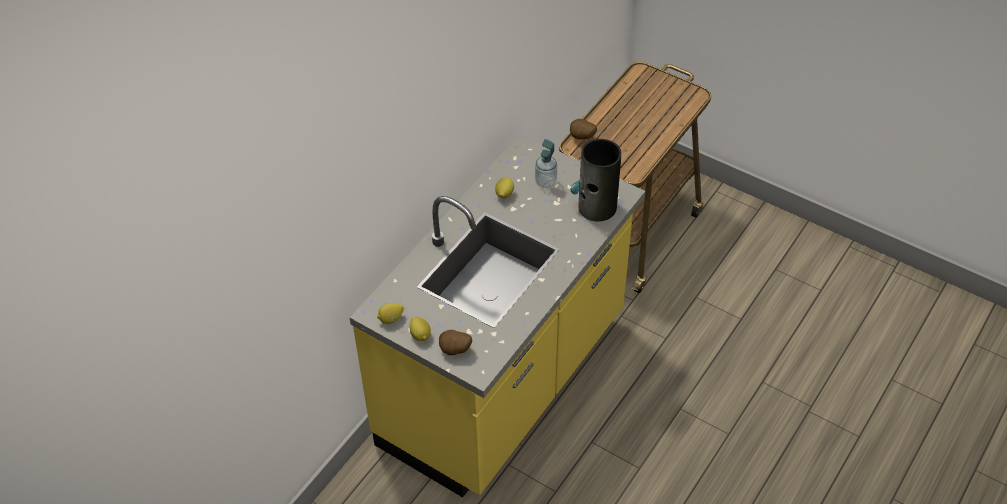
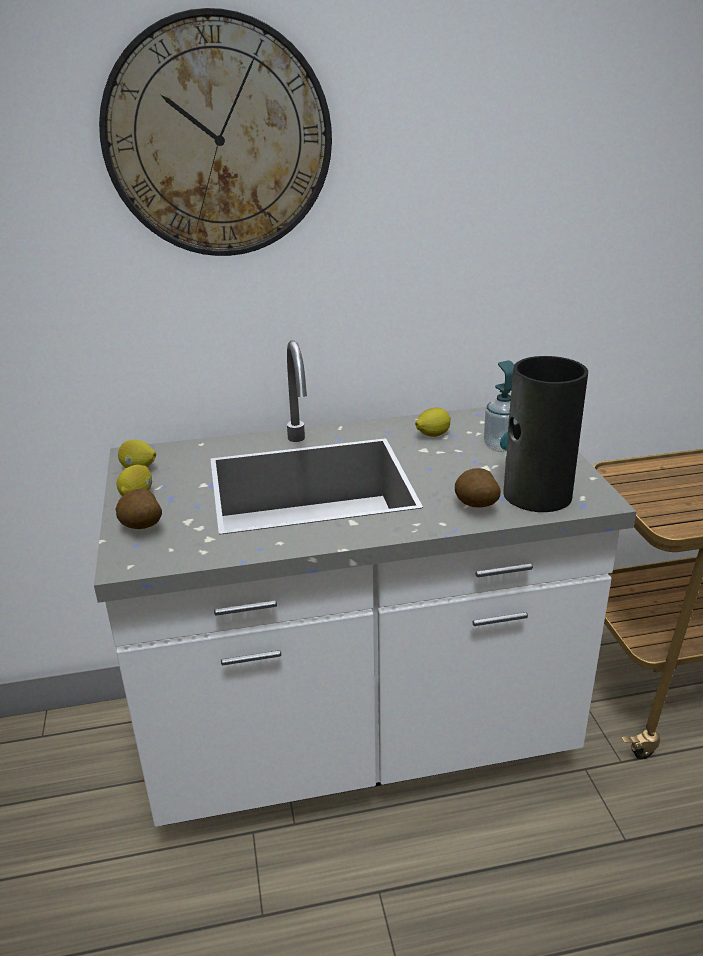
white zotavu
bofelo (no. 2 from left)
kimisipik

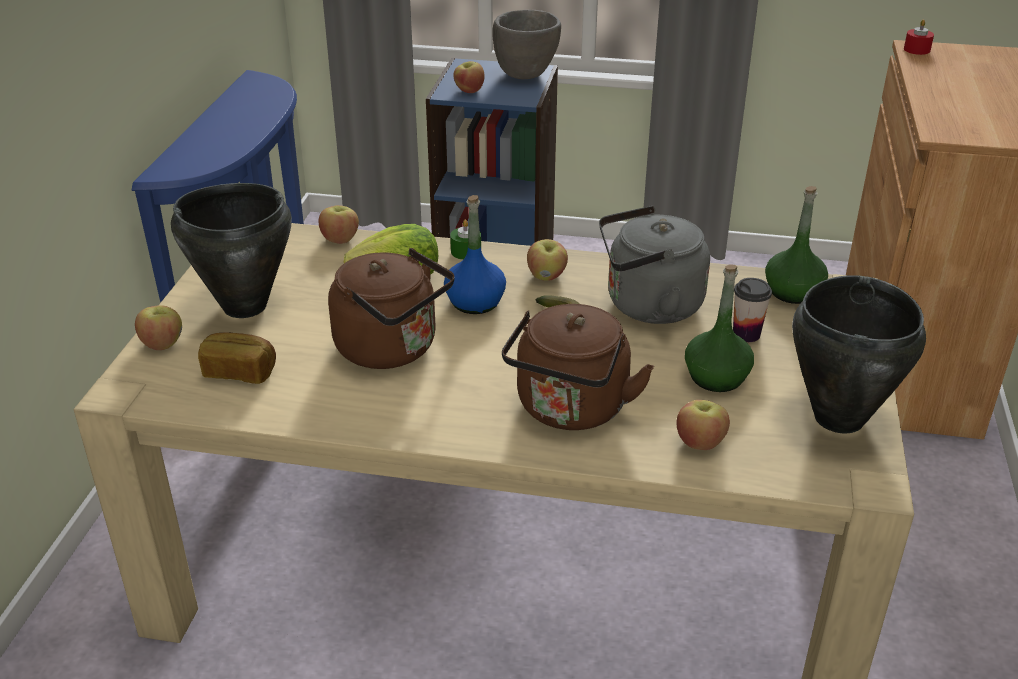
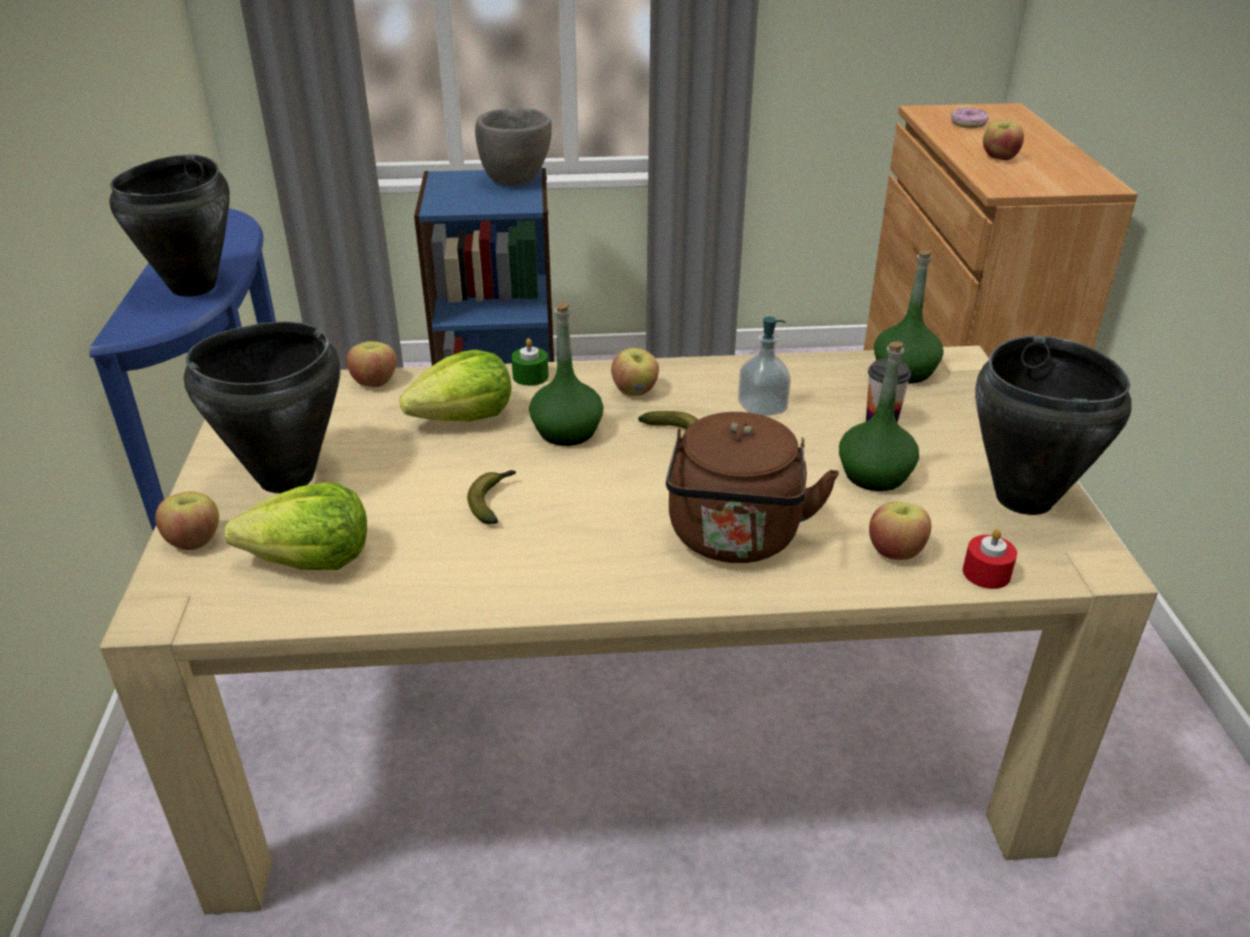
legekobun (no. 1 from left)
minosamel (no. 1 from left)
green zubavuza (no. 1 from left)
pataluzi (no. 5 from left)
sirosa
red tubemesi
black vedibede (no. 1 from left)
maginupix

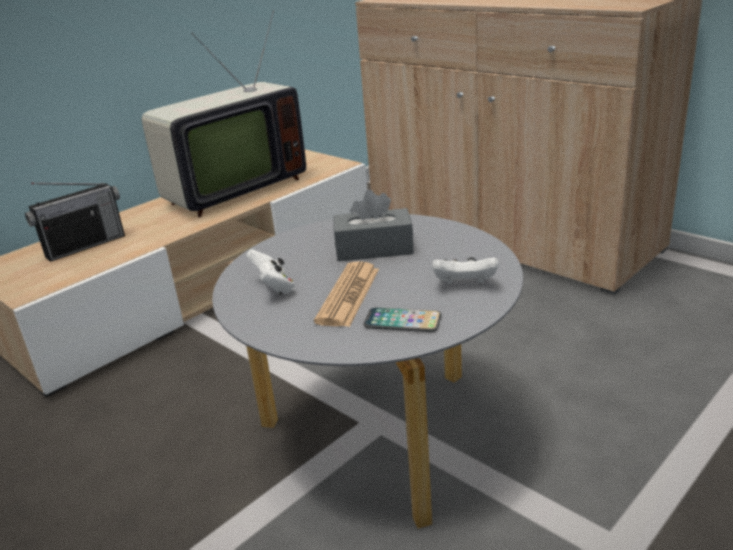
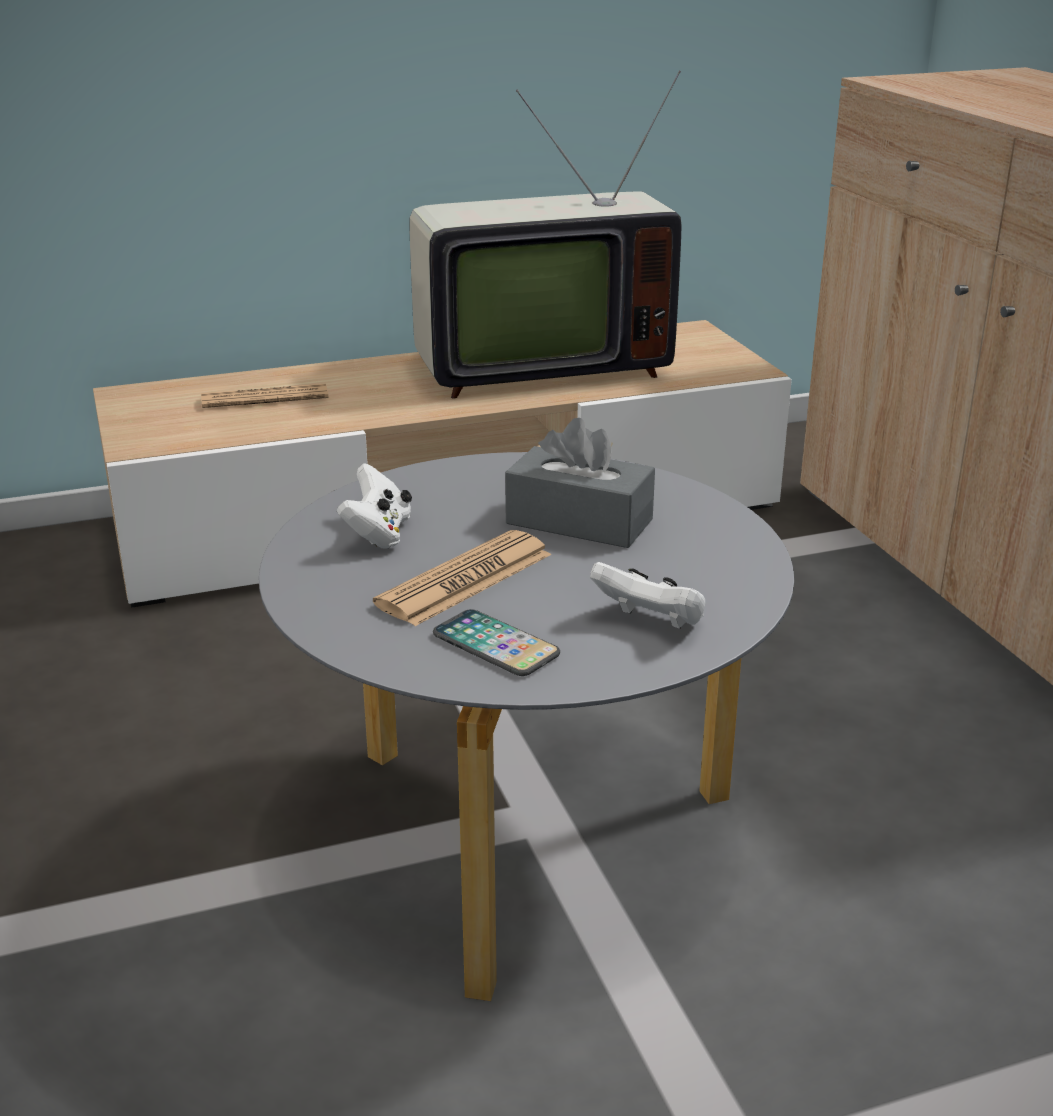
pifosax (no. 1 from left)

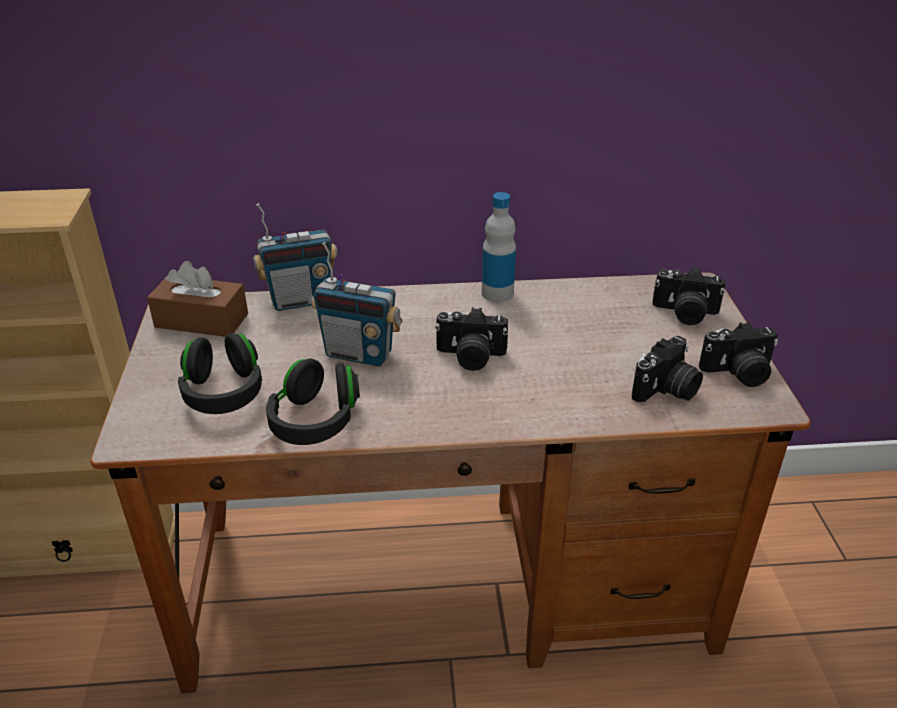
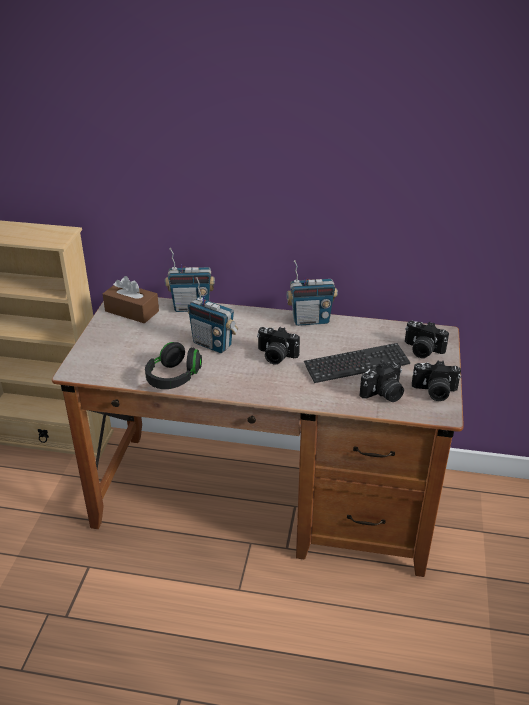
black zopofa (no. 1 from left in the first image)
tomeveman (no. 3 from left)
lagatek

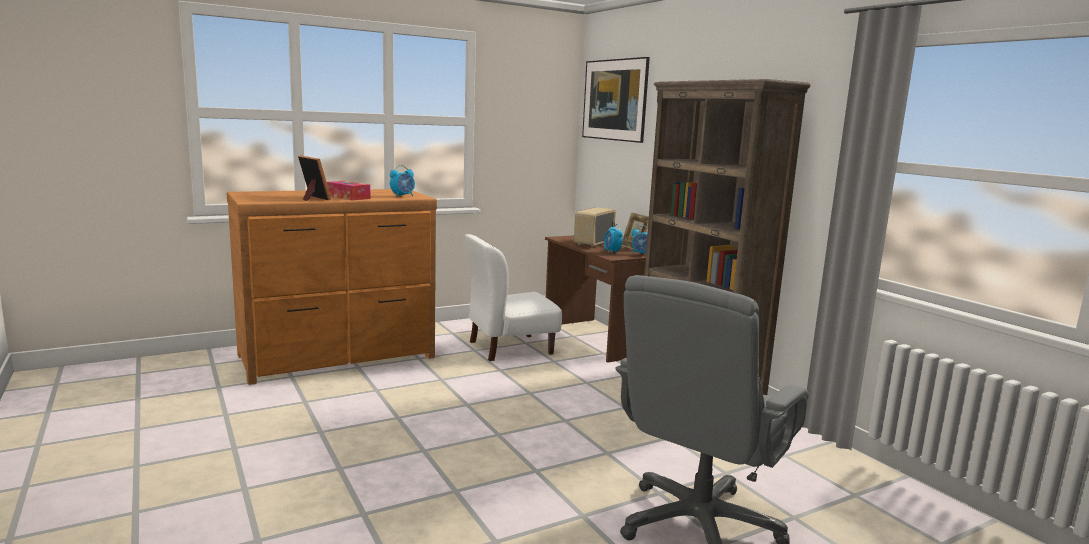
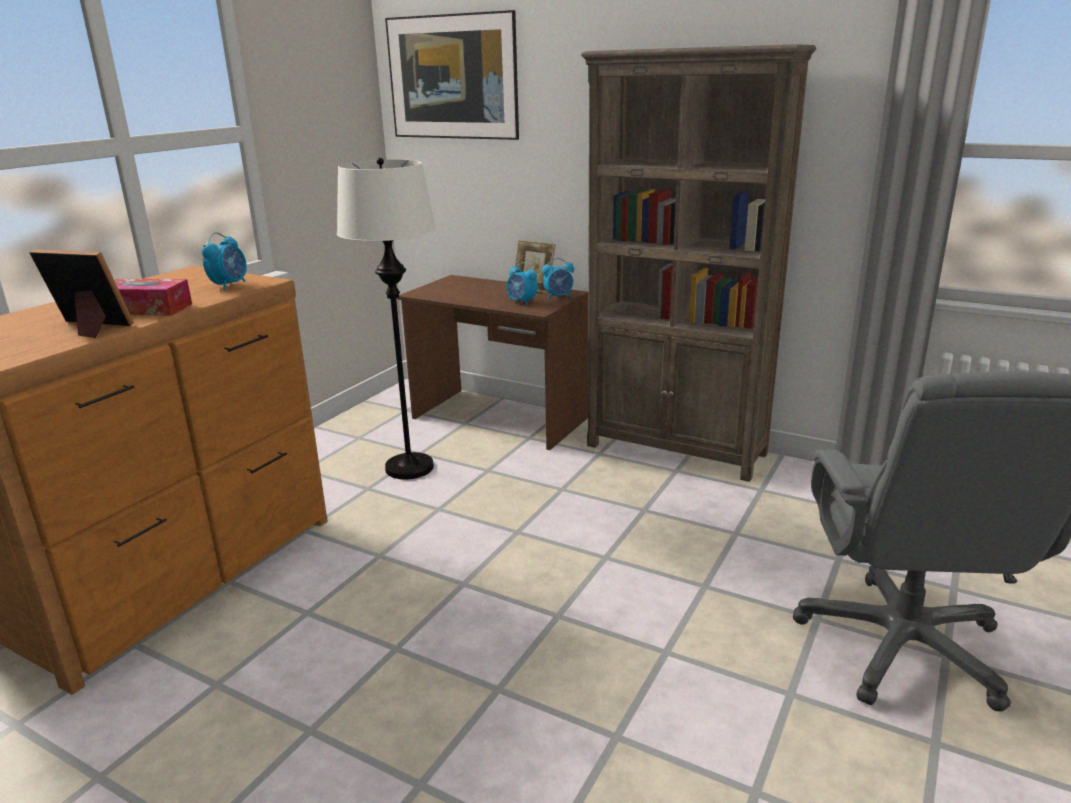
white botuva
tomeveman

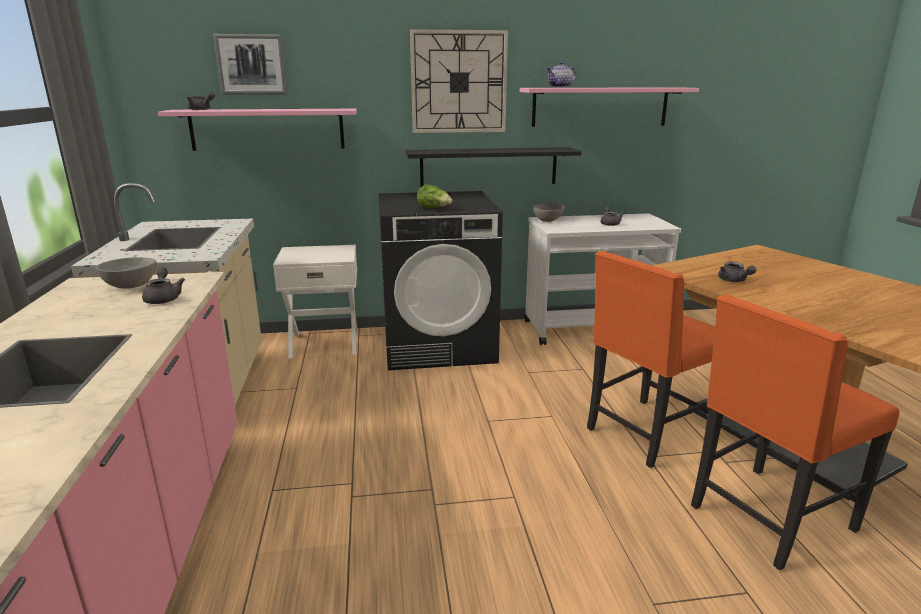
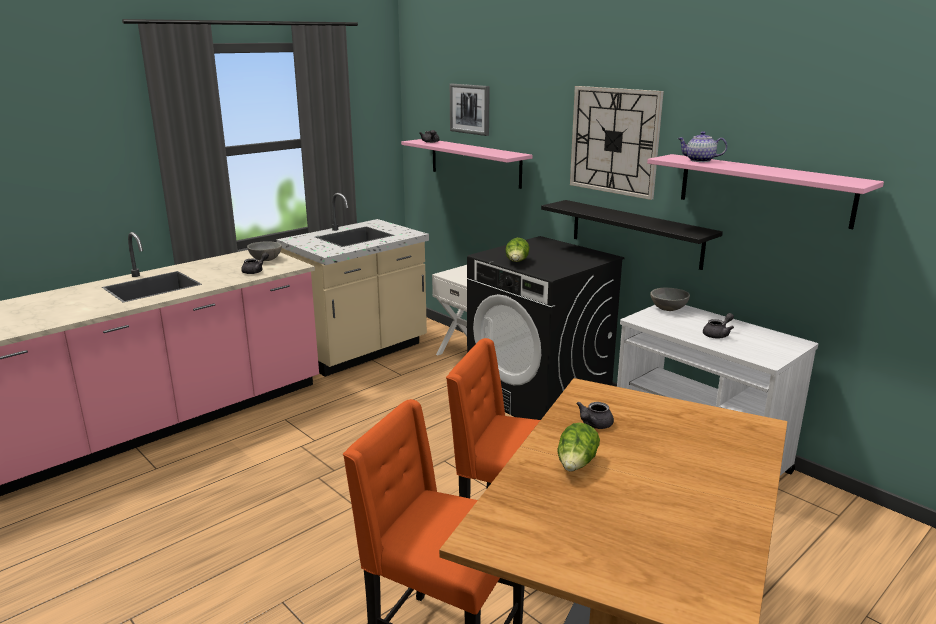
legekobun (no. 2 from left)

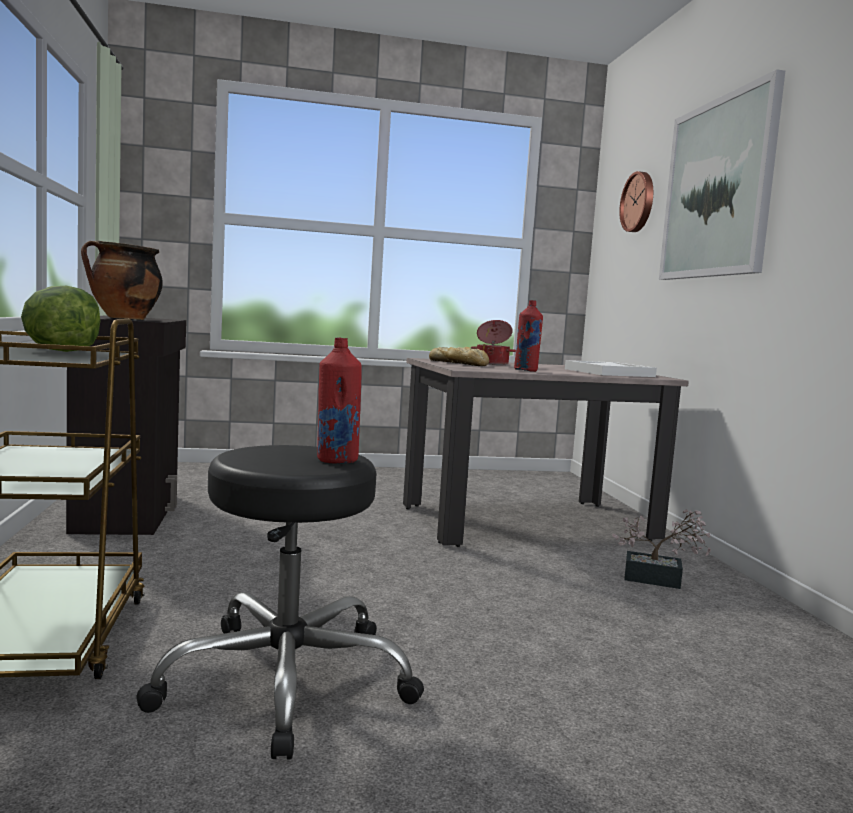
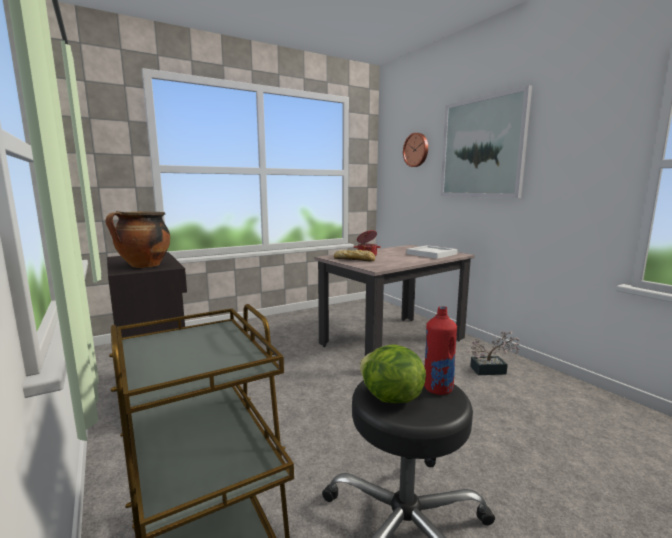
legekobun
red zubavuza (no. 2 from left in the first image)

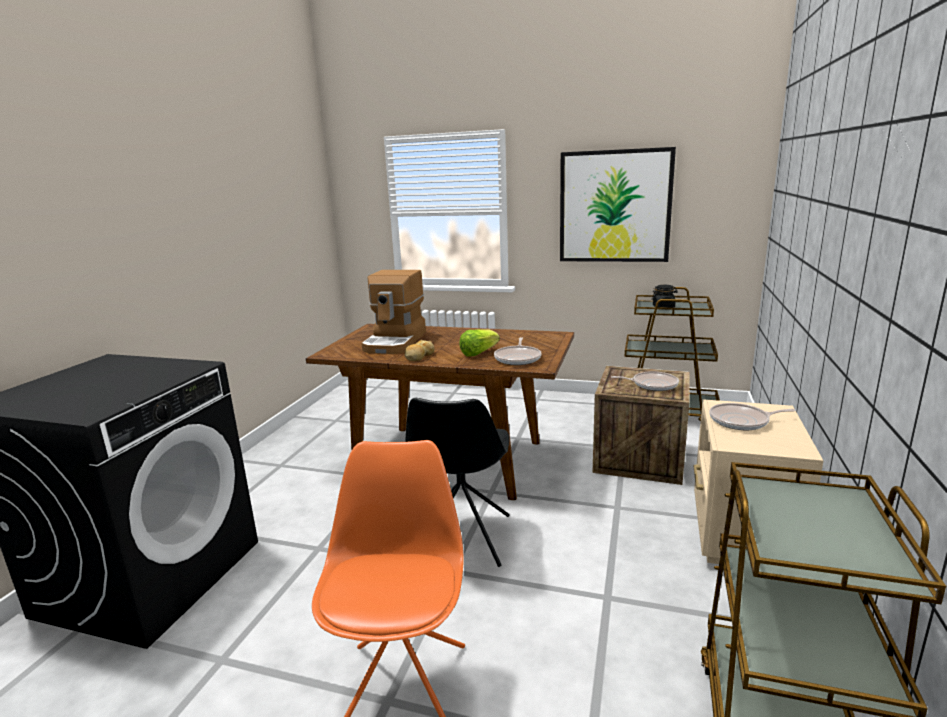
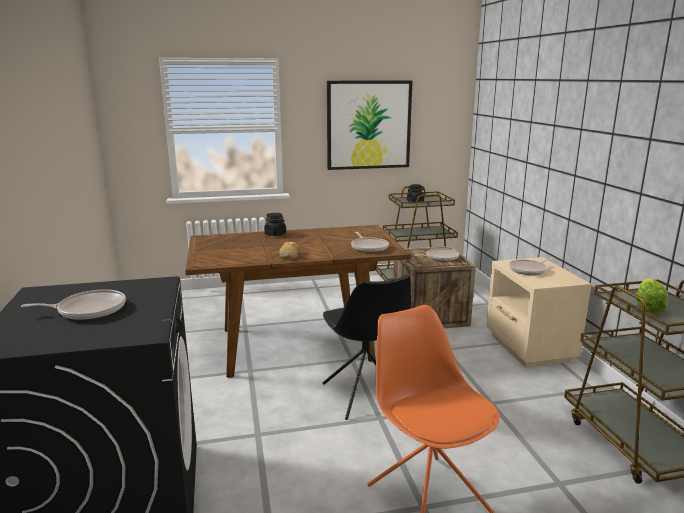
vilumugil
legekobun
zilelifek (no. 1 from left)
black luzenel (no. 1 from left)

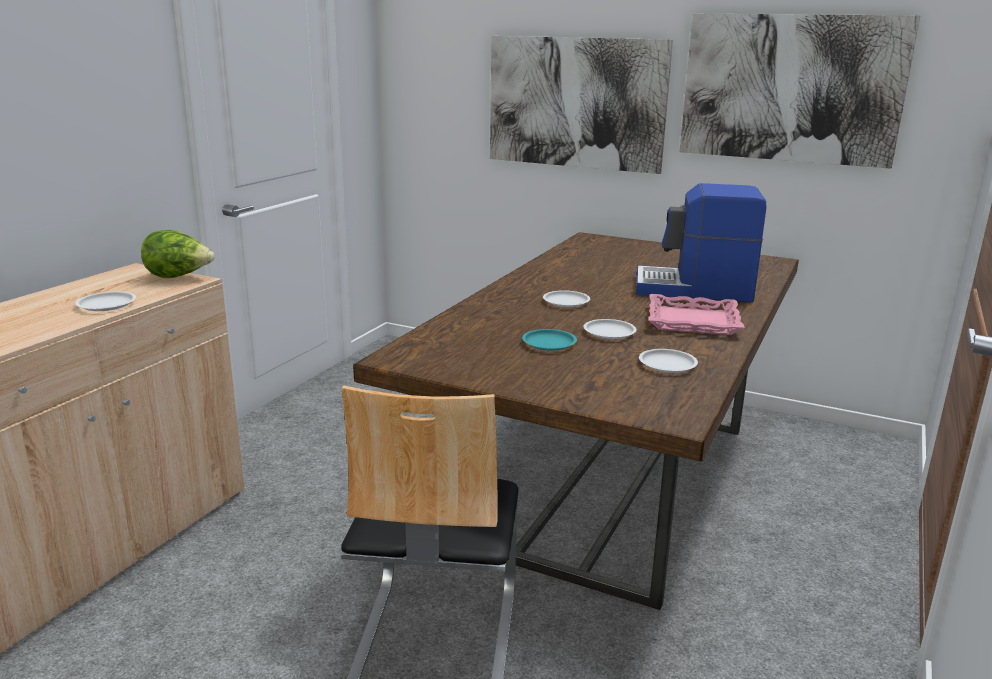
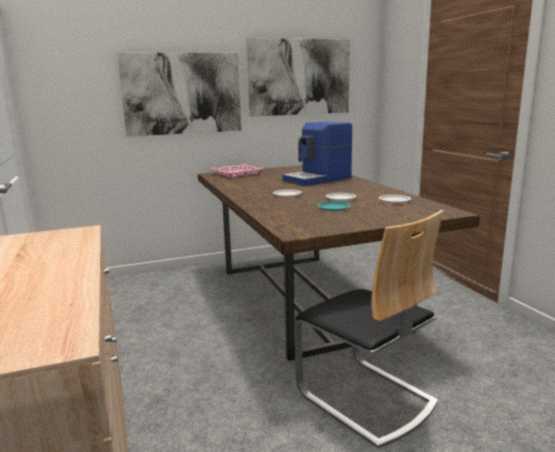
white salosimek (no. 1 from left in the first image)
legekobun
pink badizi

